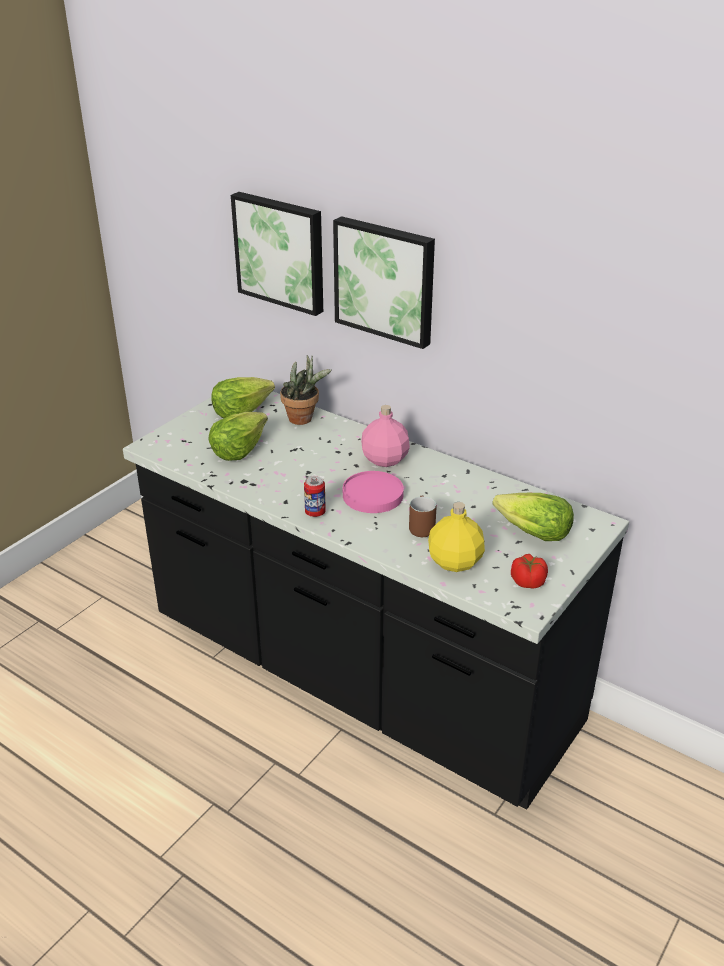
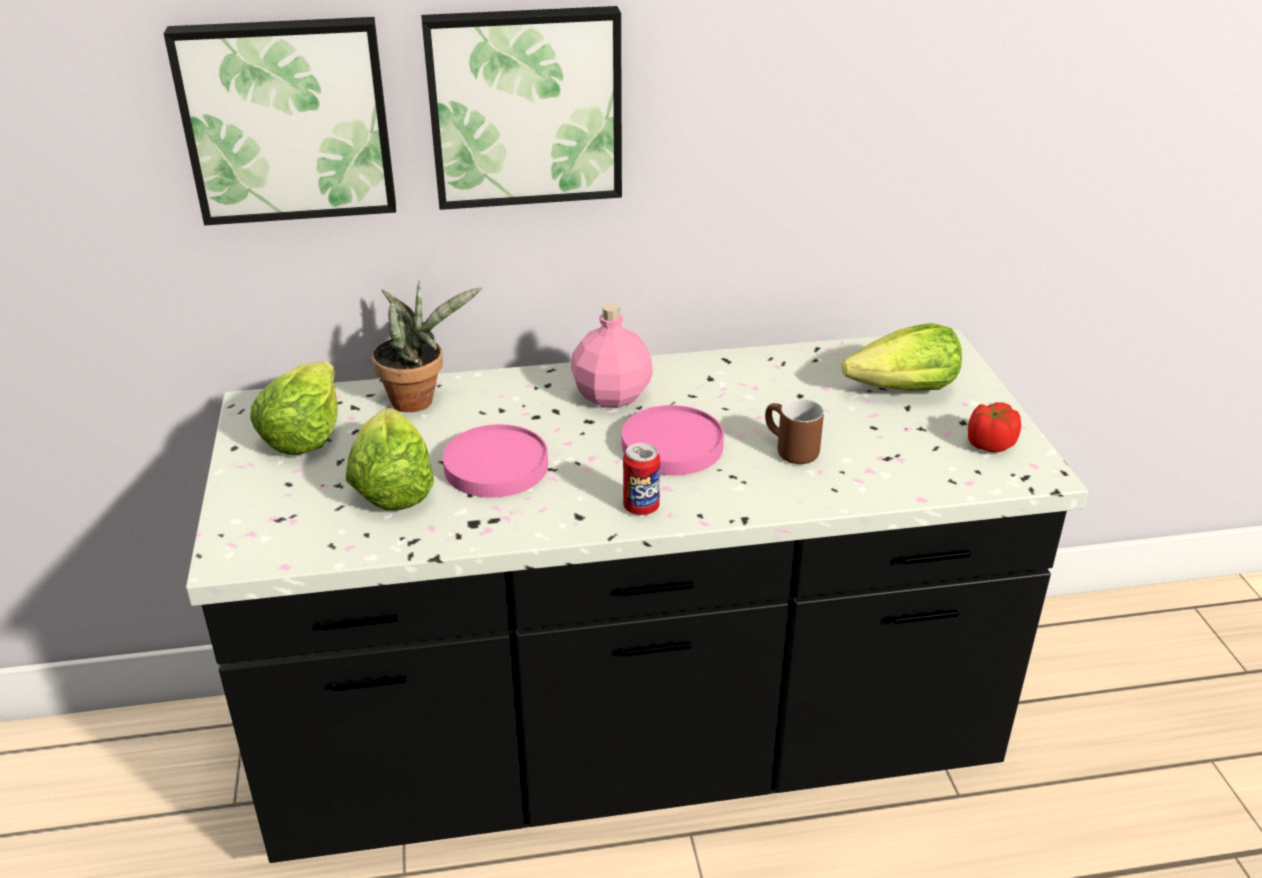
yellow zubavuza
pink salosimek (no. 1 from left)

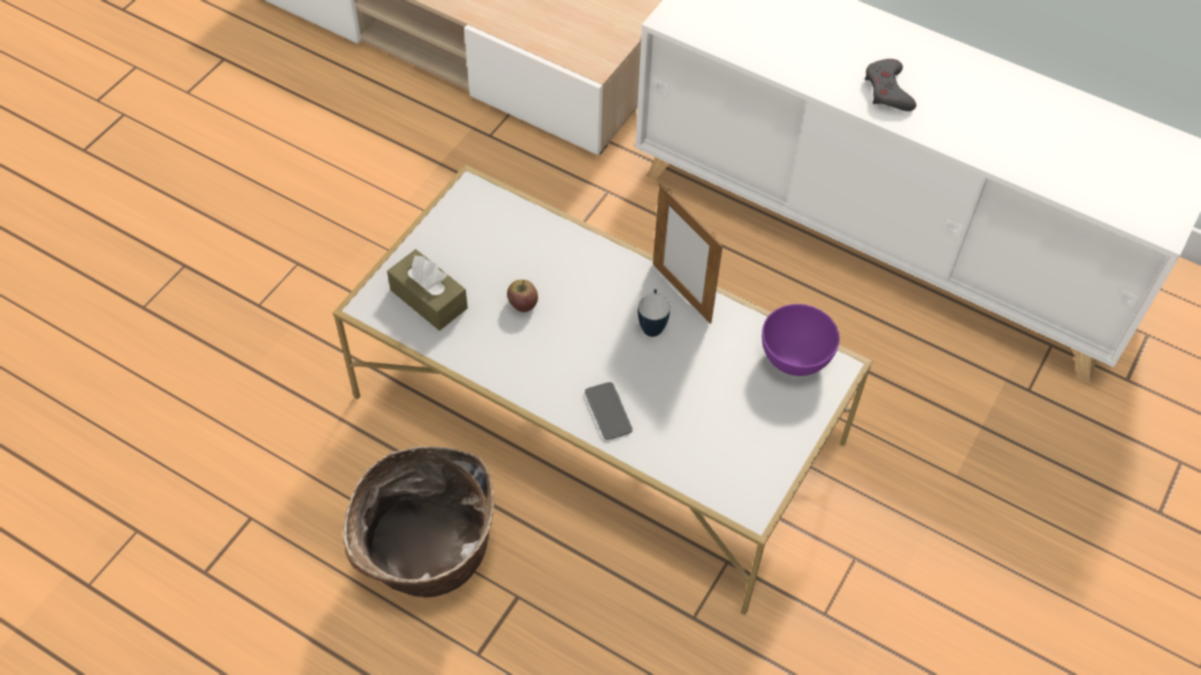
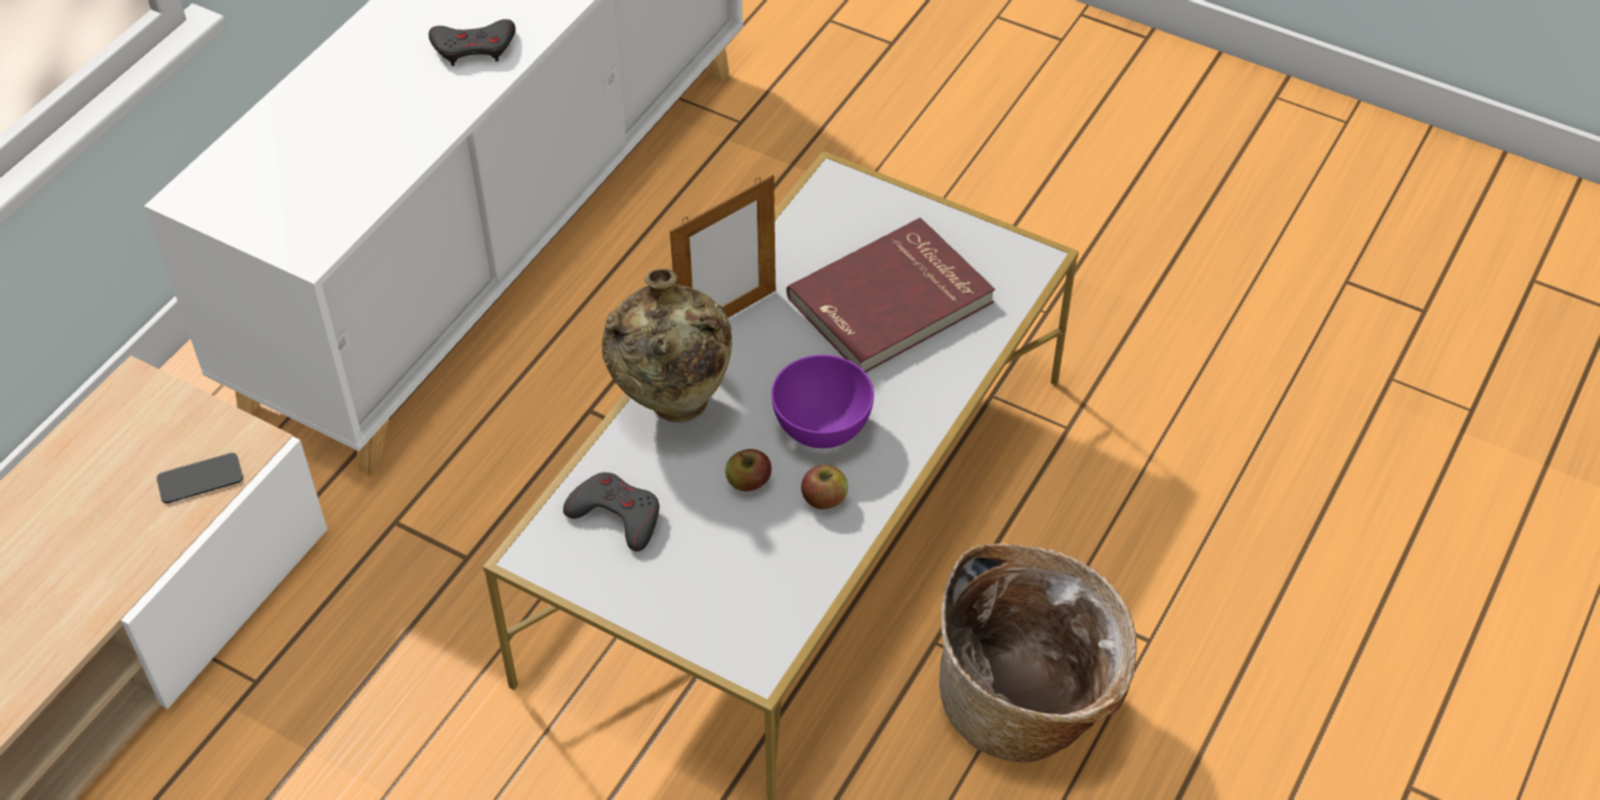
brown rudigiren
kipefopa
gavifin
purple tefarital
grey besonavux (no. 2 from left)
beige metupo
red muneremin
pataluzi (no. 2 from left)

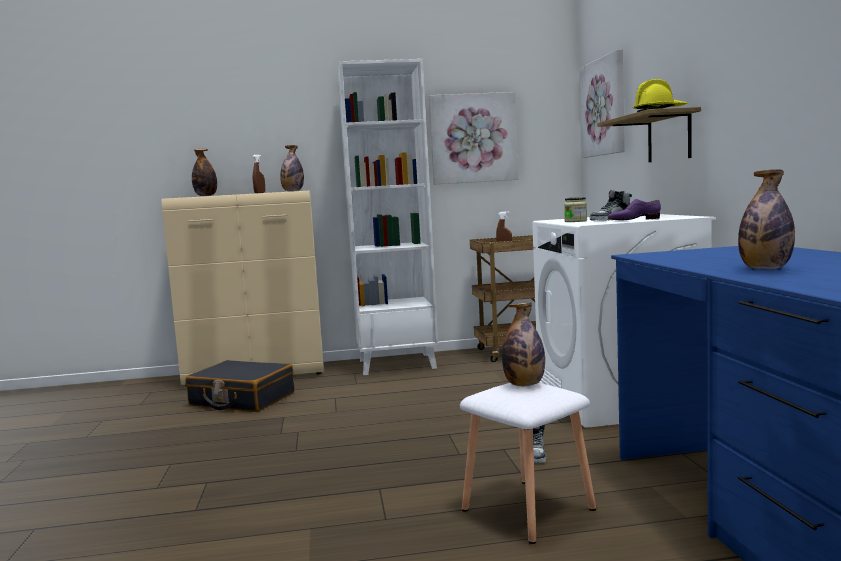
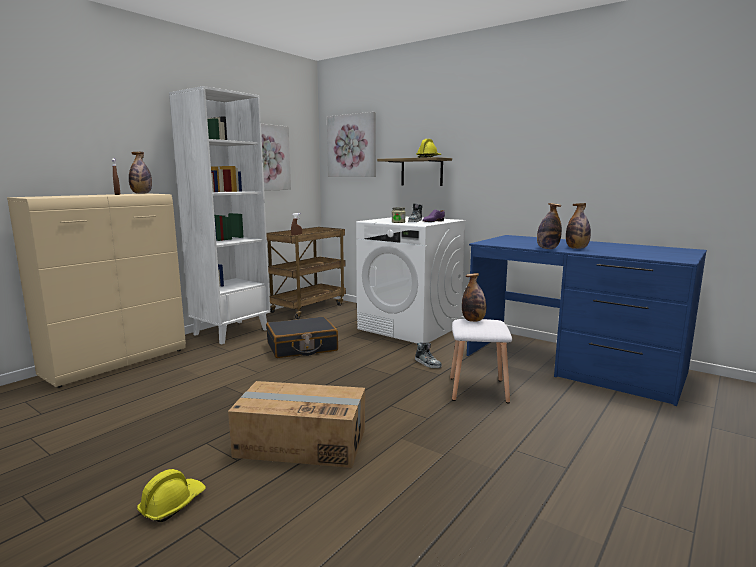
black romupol
zubavuza (no. 3 from left)
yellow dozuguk (no. 1 from left)
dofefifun

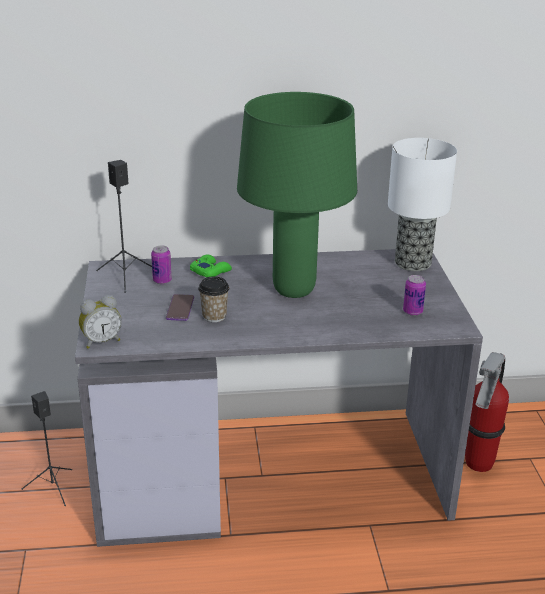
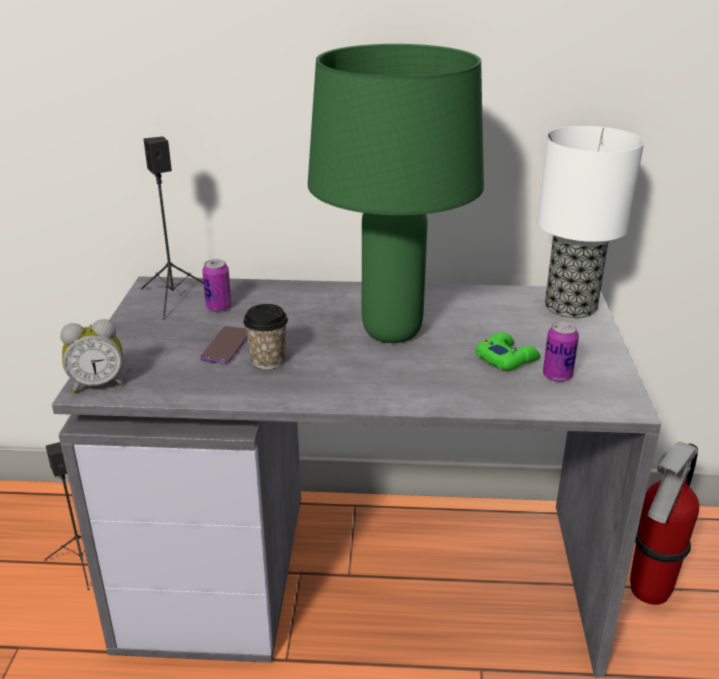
green besonavux

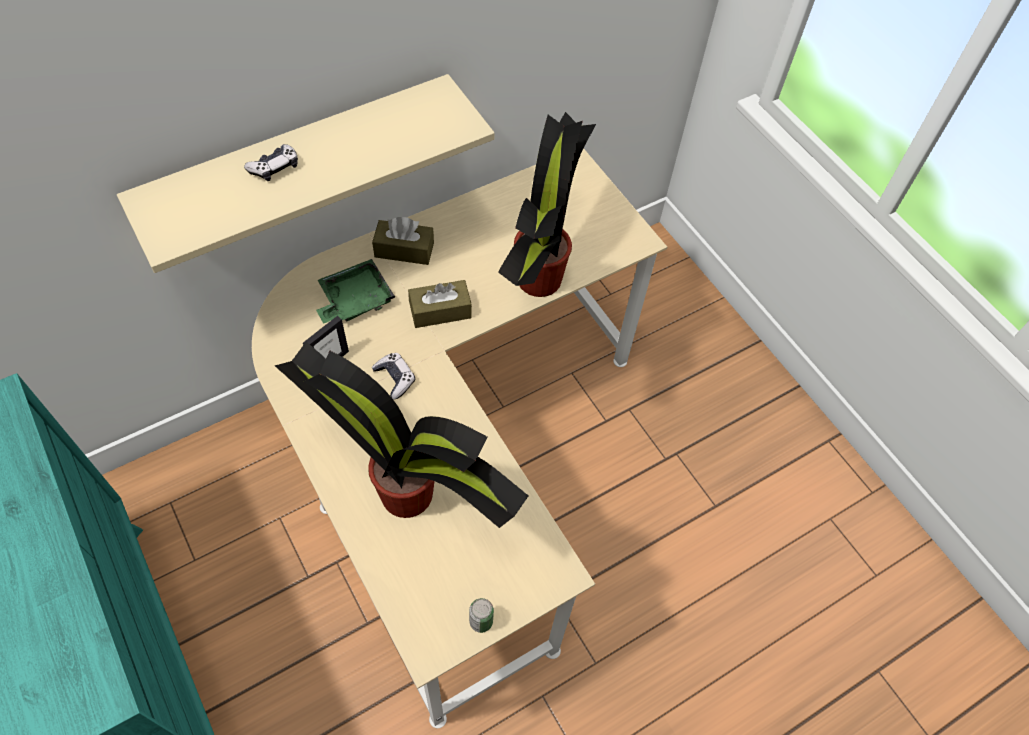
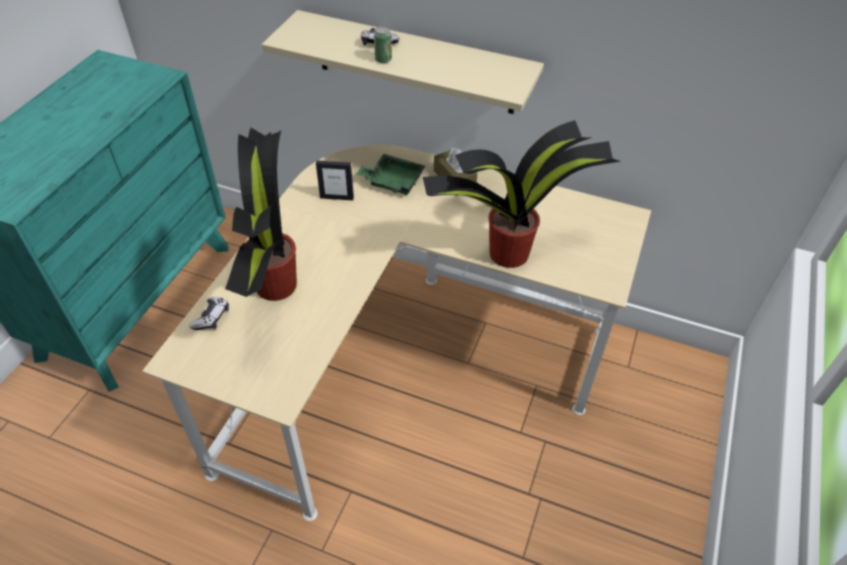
besonavux (no. 1 from left)
brown rudigiren (no. 2 from left in the first image)
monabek

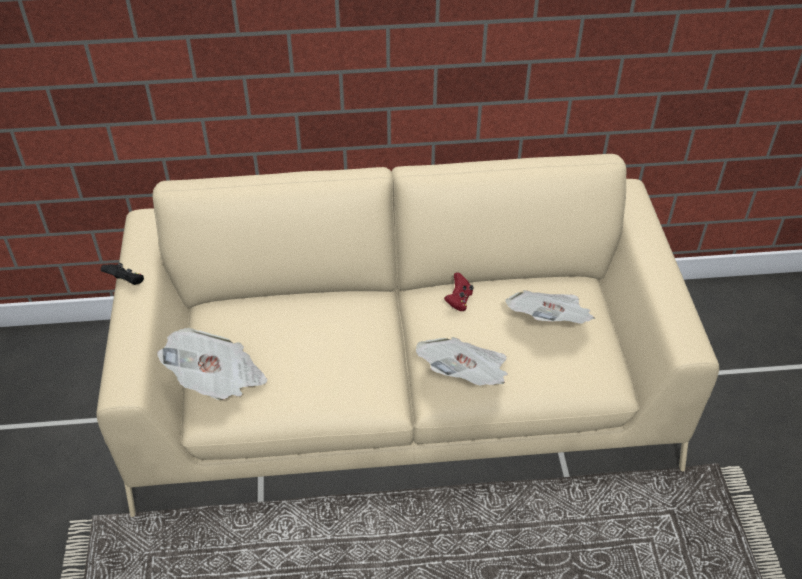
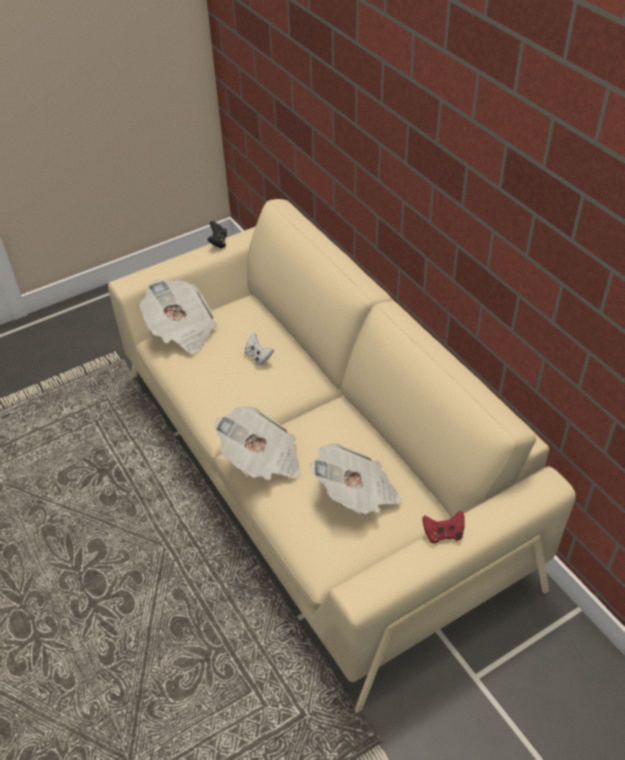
red besonavux
white besonavux

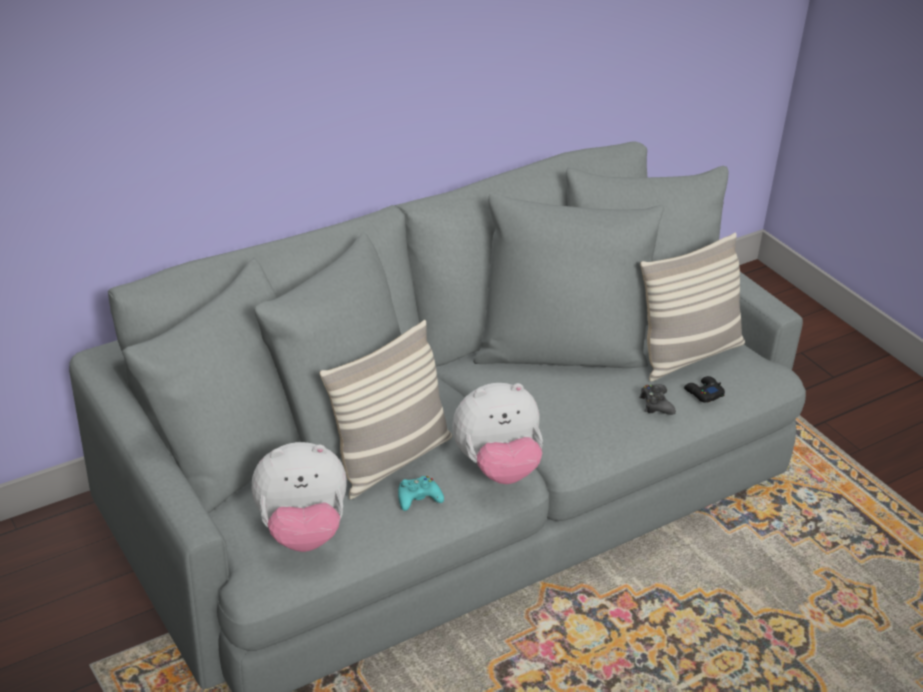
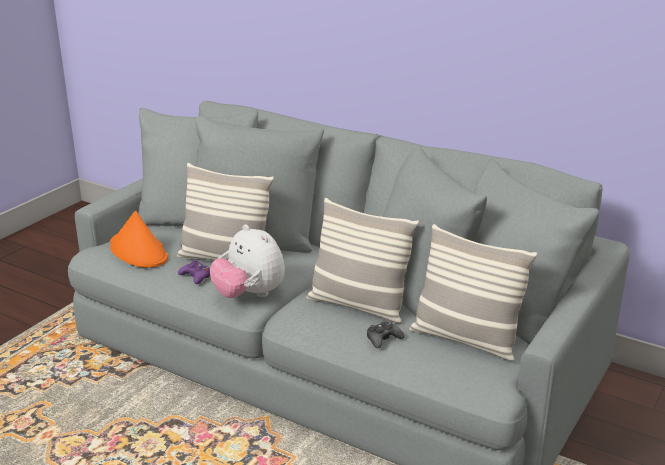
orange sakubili
purple besonavux
black besonavux (no. 2 from left in the first image)
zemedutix (no. 2 from left)

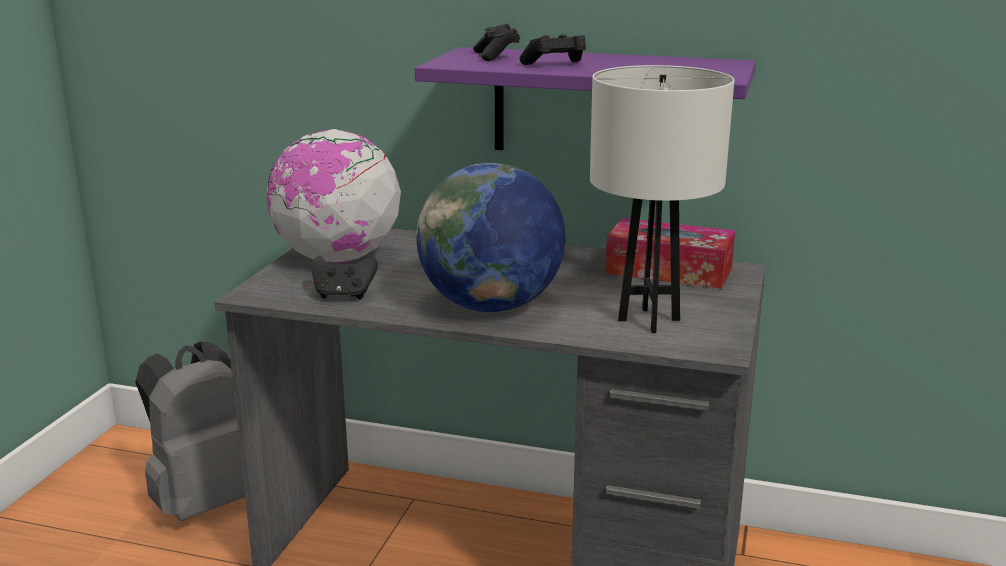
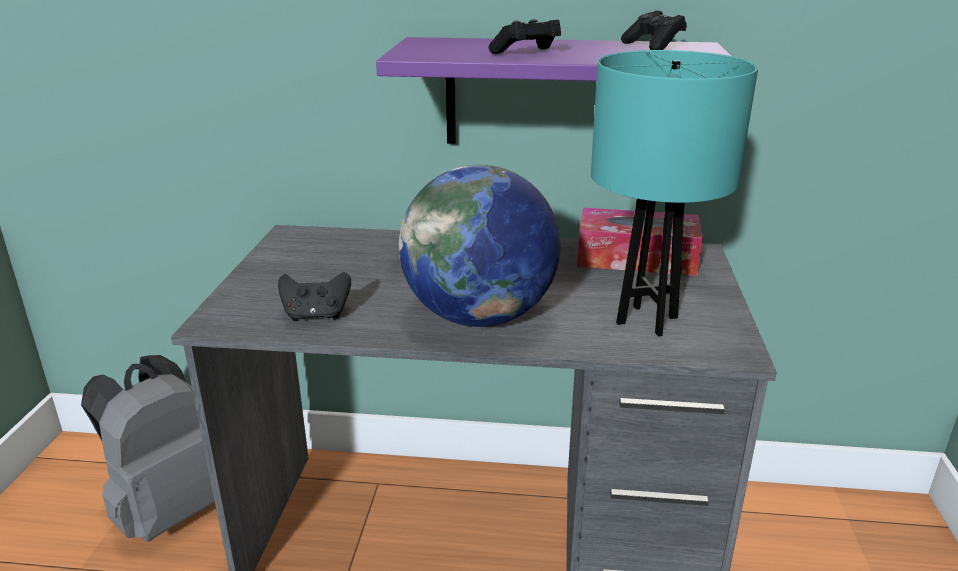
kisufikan (no. 1 from left in the first image)
black besonavux (no. 3 from left)
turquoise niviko

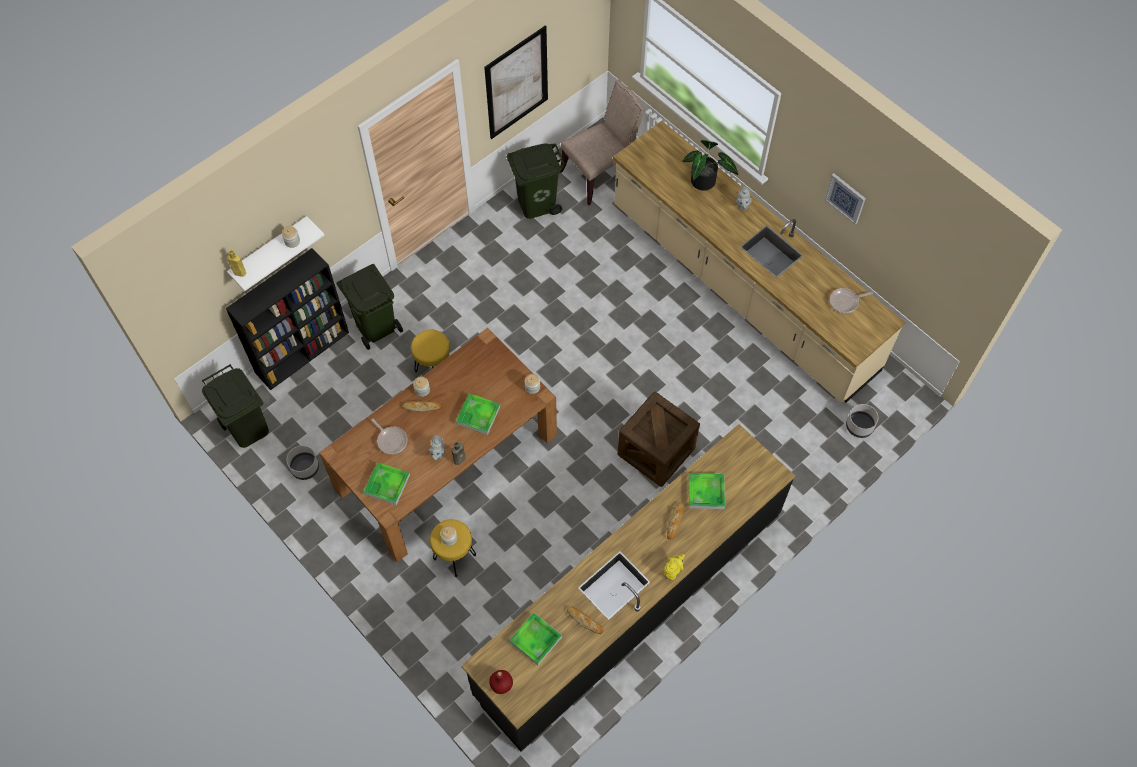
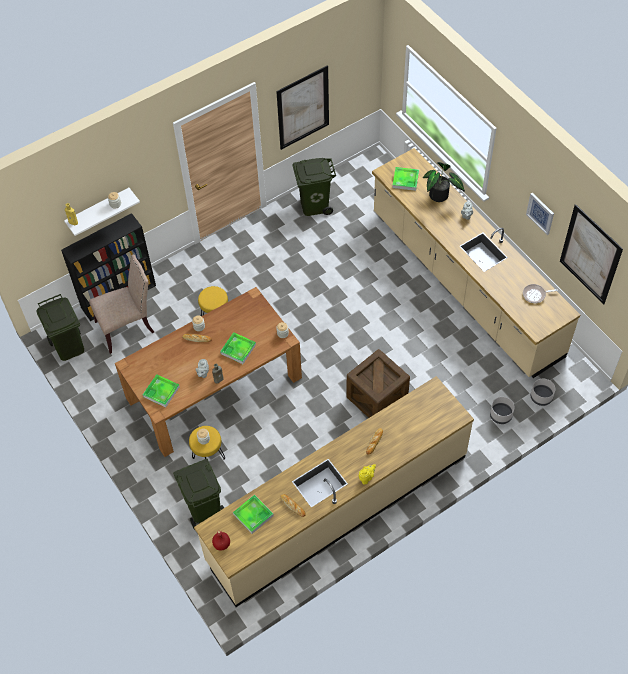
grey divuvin (no. 1 from left)
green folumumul (no. 2 from left)
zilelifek (no. 1 from left in the first image)
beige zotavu (no. 1 from left)
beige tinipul
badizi (no. 4 from left)
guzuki (no. 3 from left)

